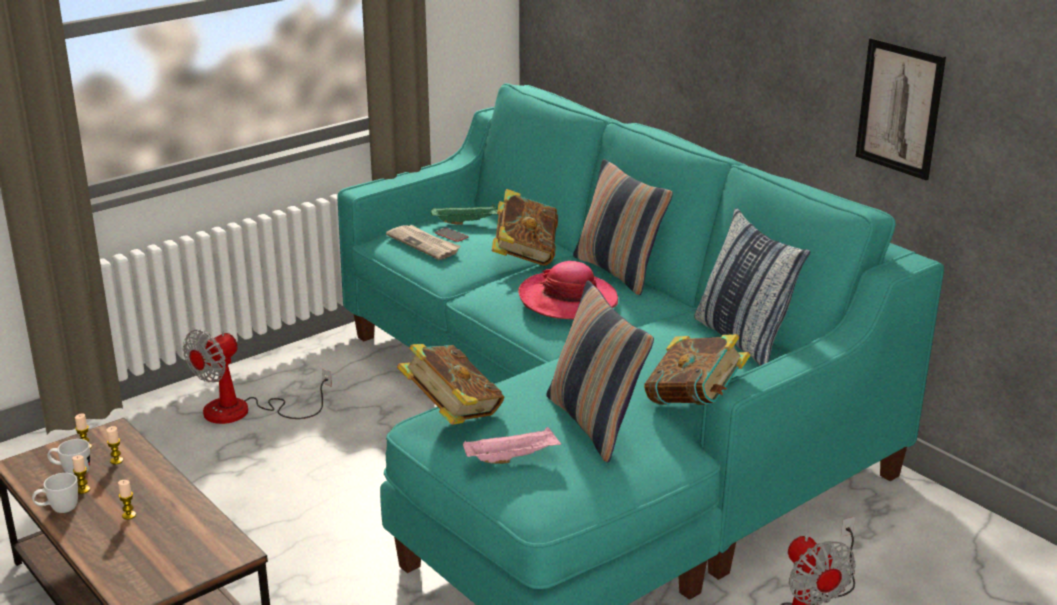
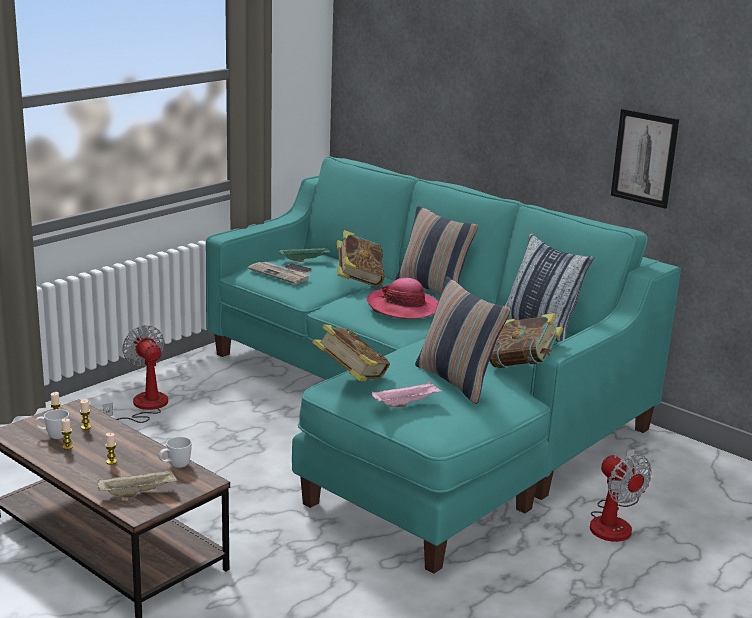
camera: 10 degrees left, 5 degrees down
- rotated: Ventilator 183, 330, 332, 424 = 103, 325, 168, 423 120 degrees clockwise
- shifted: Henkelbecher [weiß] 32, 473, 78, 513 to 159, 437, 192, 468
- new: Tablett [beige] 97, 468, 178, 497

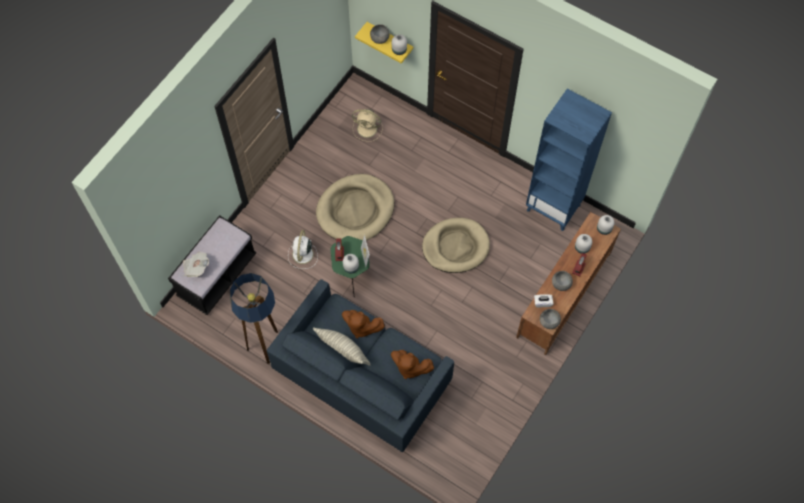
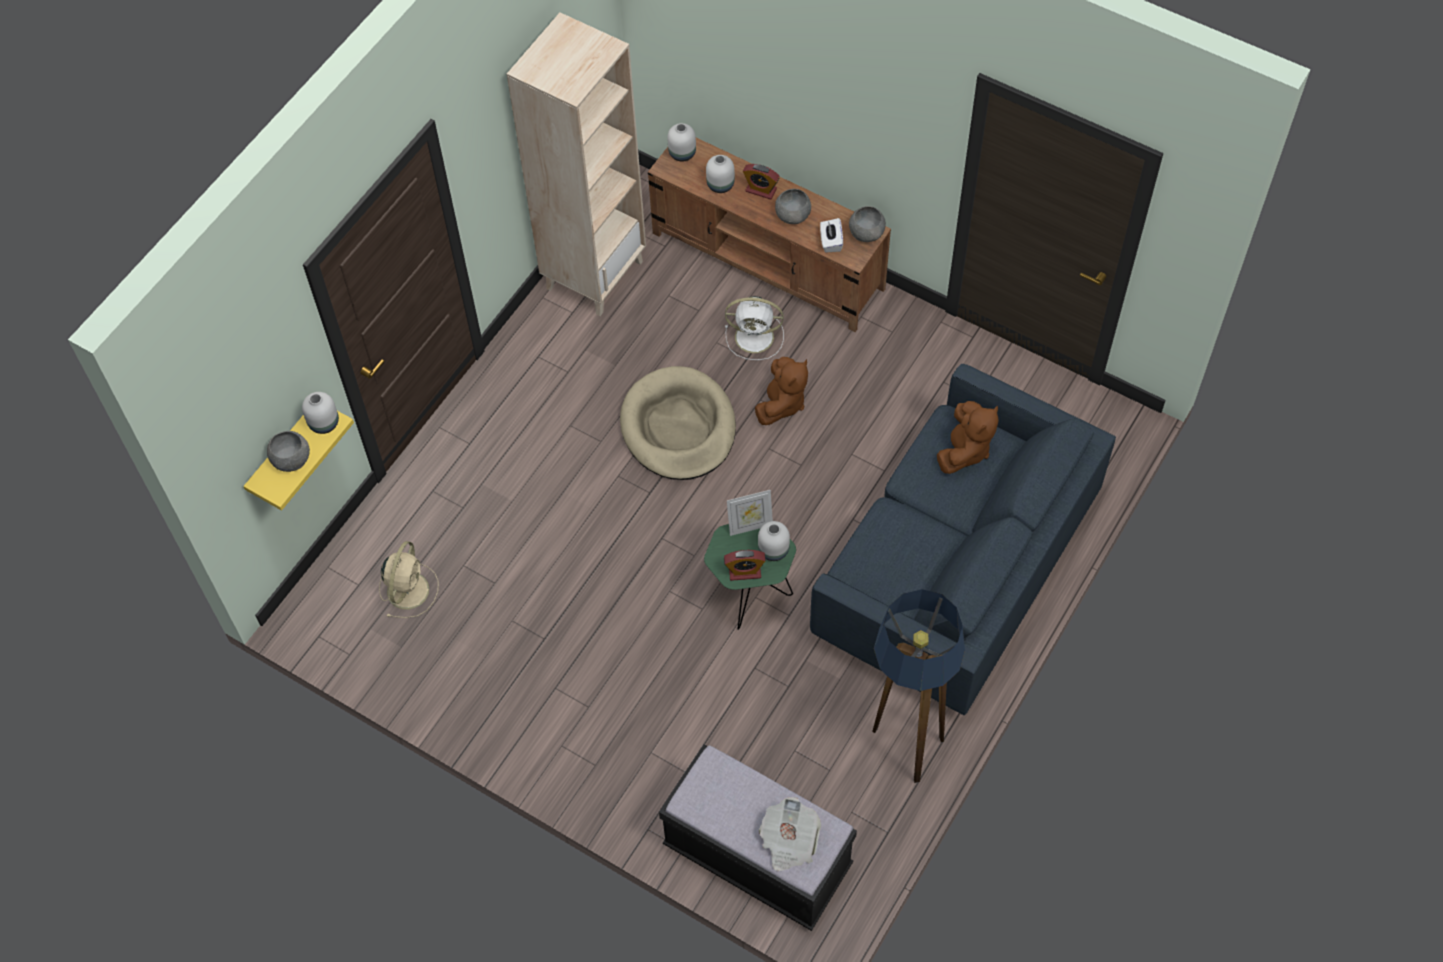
camera: 90 degrees left, 5 degrees down
- repainted: Bücherregal [blau] 526, 89, 612, 231 to Bücherregal [beige] 507, 12, 646, 316
- gone: Hundebett [beige] 316, 174, 394, 241
- shifted: Ventilator [weiß] 288, 230, 318, 269 to 725, 296, 784, 360
- shifted: Plüschtier [braun] 342, 310, 385, 338 to 755, 357, 808, 425
- gone: Kissen 313, 328, 371, 366

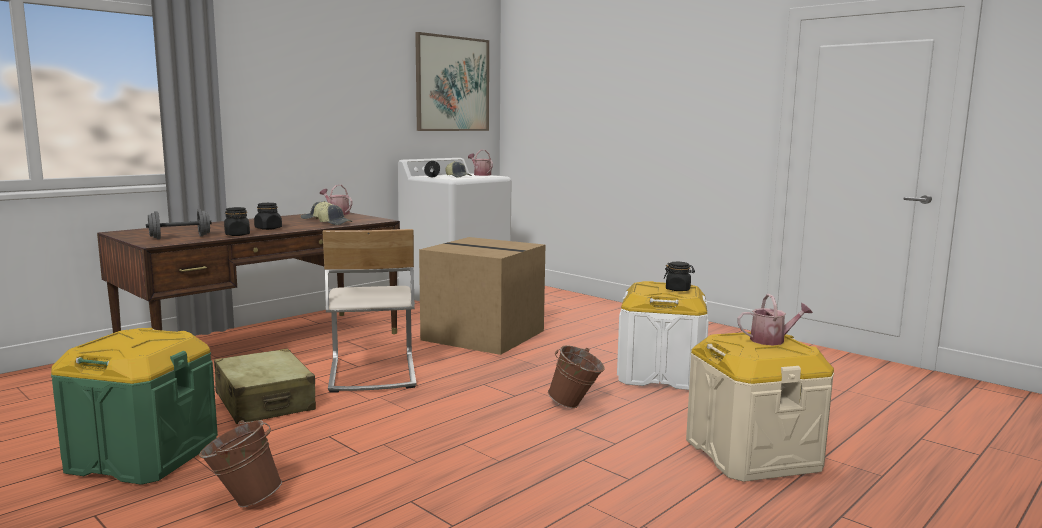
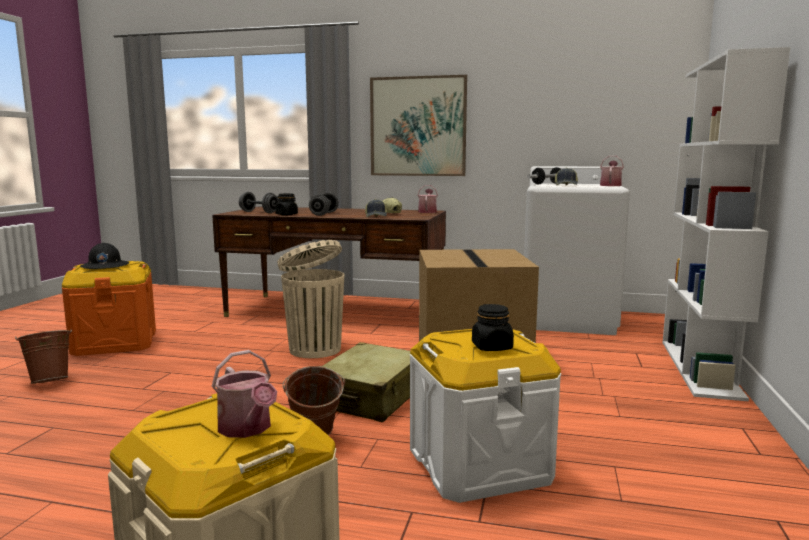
camera: 60 degrees right, 0 degrees up
- shifted: Bild 415, 32, 489, 131 to 370, 75, 467, 176
- swapped: Vorratsglas [schwarz] 254, 203, 282, 230 to Hantel [grau] 309, 192, 339, 216
- swapped: Stuhl [beige] 322, 229, 416, 392 to Mülleimer [beige] 277, 240, 345, 358
- repainted: Aufbewahrungsbox [grün] 51, 328, 218, 485 to Aufbewahrungsbox [orange] 62, 261, 156, 356
- shifted: Koffer [beige] 214, 348, 316, 424 to 322, 342, 410, 422
- new: Bücherregal [weiß] 663, 47, 790, 402
- new: Schutzhelm [schwarz] 80, 243, 129, 269

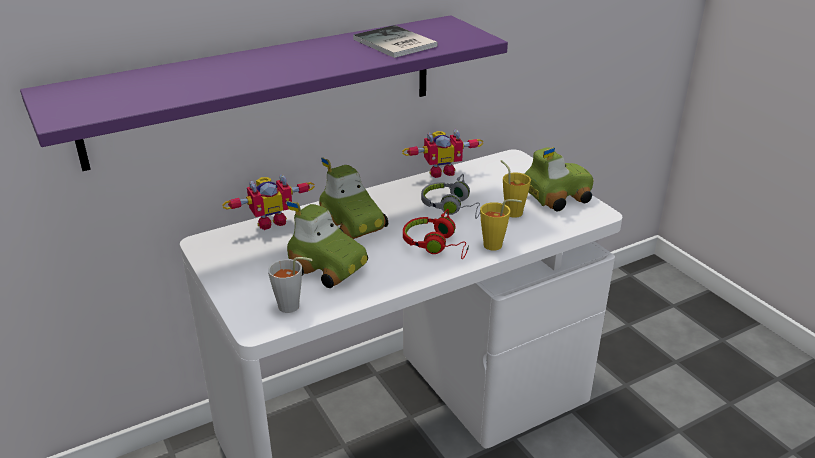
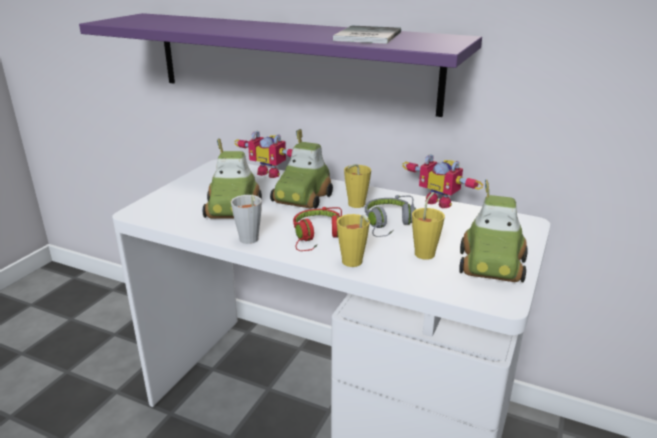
camera: 55 degrees right, 5 degrees down
- rotated: Spielzeugauto 525, 147, 593, 212 = 459, 179, 528, 282 75 degrees clockwise
- shifted: Tasse [grau] 268, 257, 313, 313 to 231, 195, 262, 244
- new: Tasse [gelb] 344, 164, 371, 208

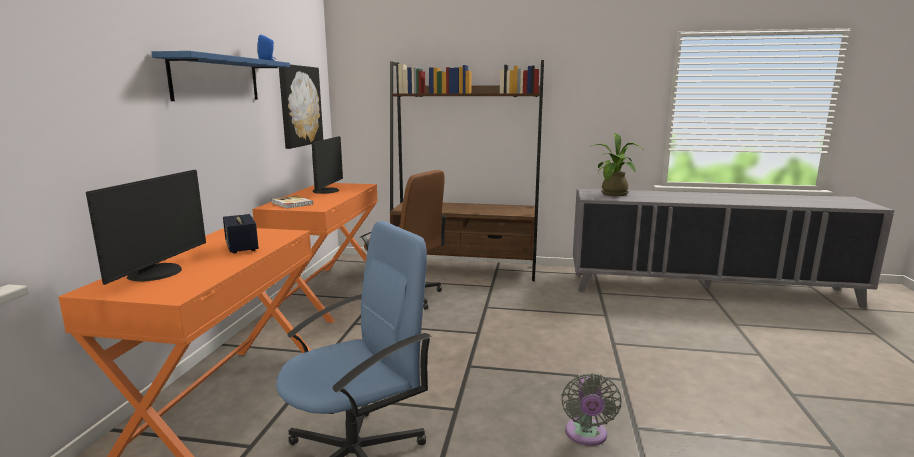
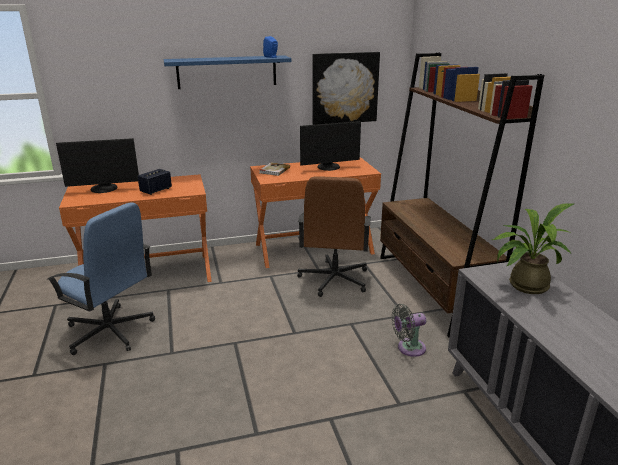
camera: 65 degrees right, 10 degrees up
- shifted: Ventilator [grau] 561, 373, 621, 446 to 392, 304, 426, 357

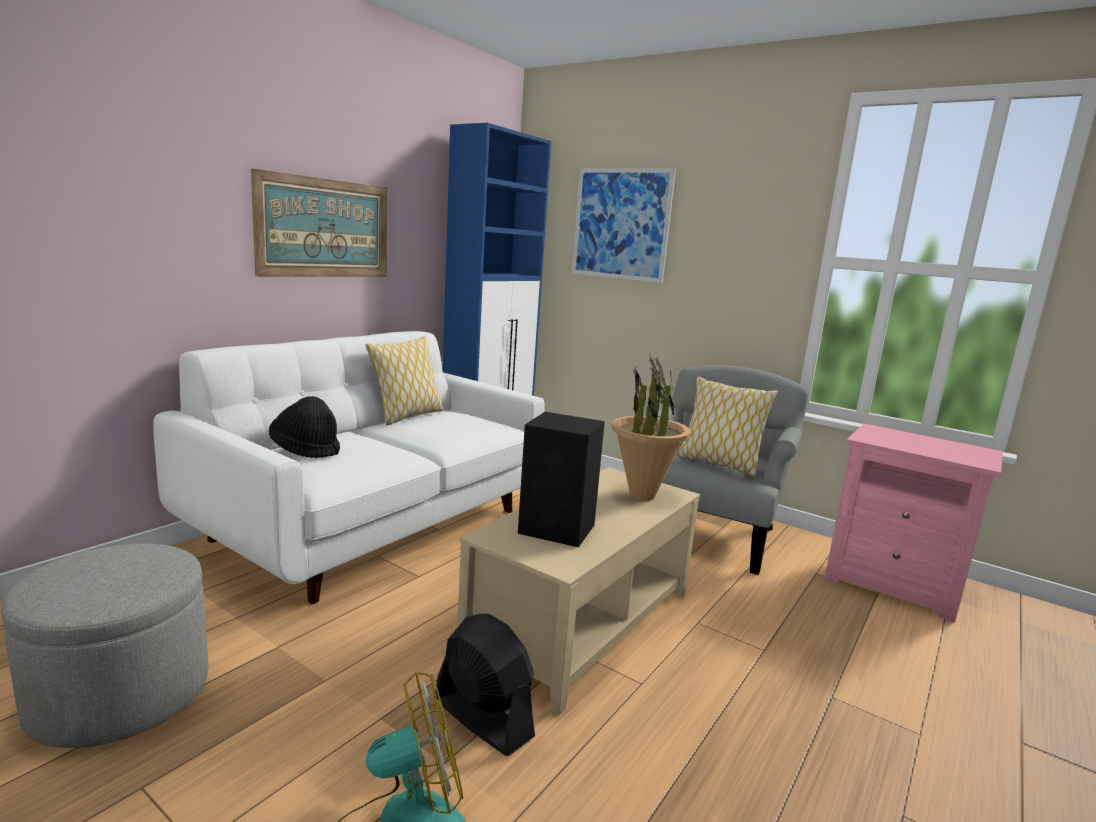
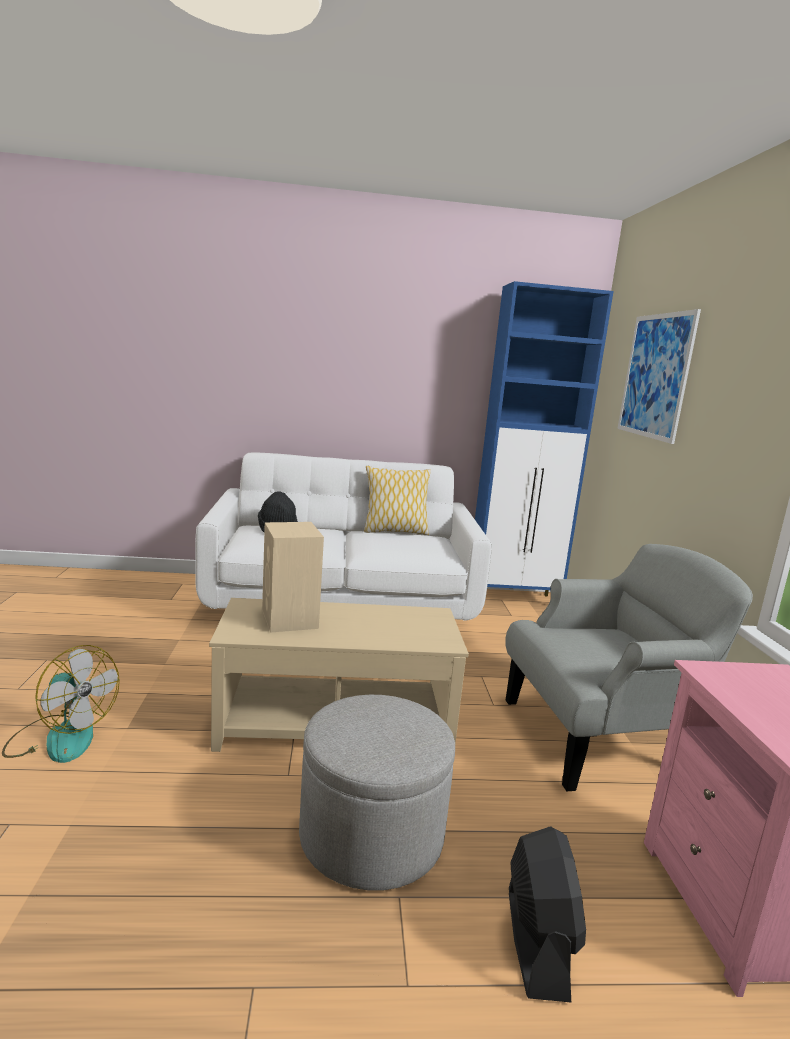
camera: 50 degrees right, 0 degrees up
- gone: Bild 251, 169, 388, 277
- gone: Topfpflanze 611, 353, 691, 501
- gone: Kissen 677, 376, 778, 477
- repainted: Lautsprecher [schwarz] 518, 412, 605, 547 to Lautsprecher [beige] 262, 522, 324, 633
- shifted: Polsterhocker [grau] 1, 544, 209, 748 to 299, 695, 455, 891
- shifted: Ventilator [schwarz] 434, 614, 535, 756 to 509, 826, 586, 1002

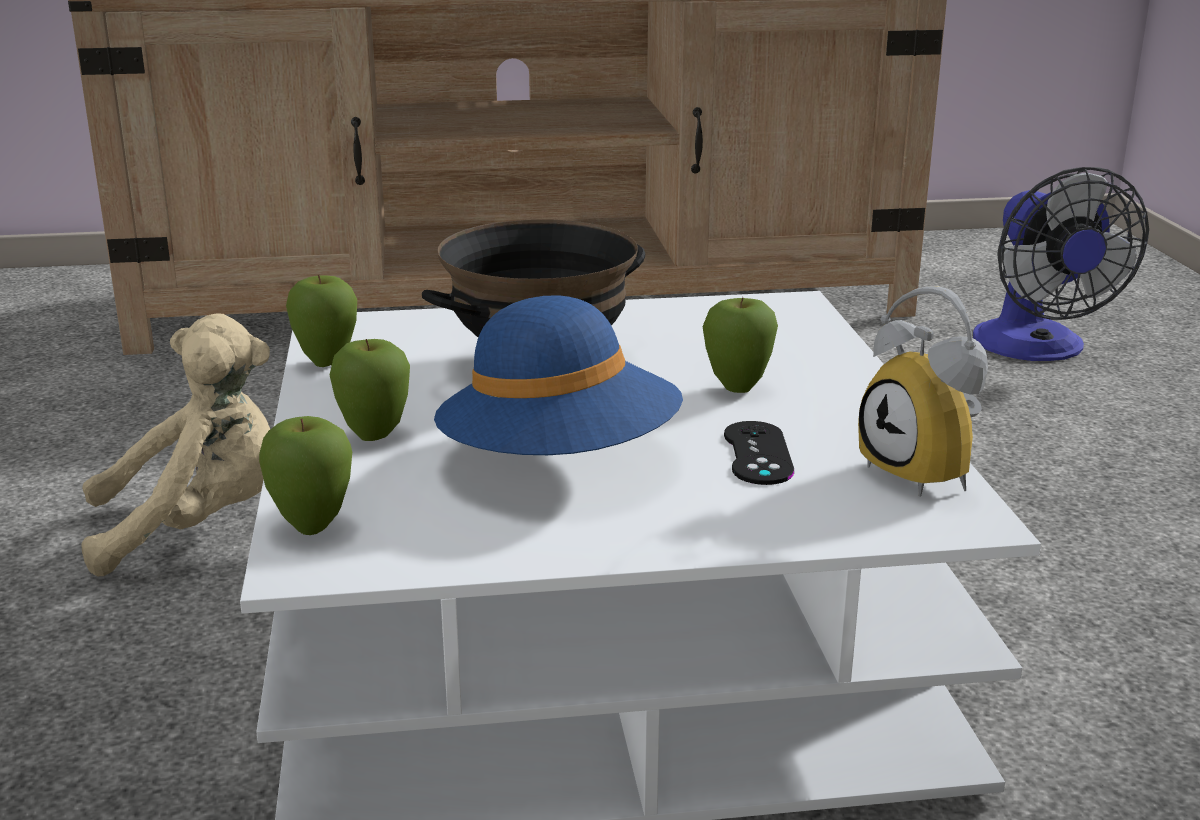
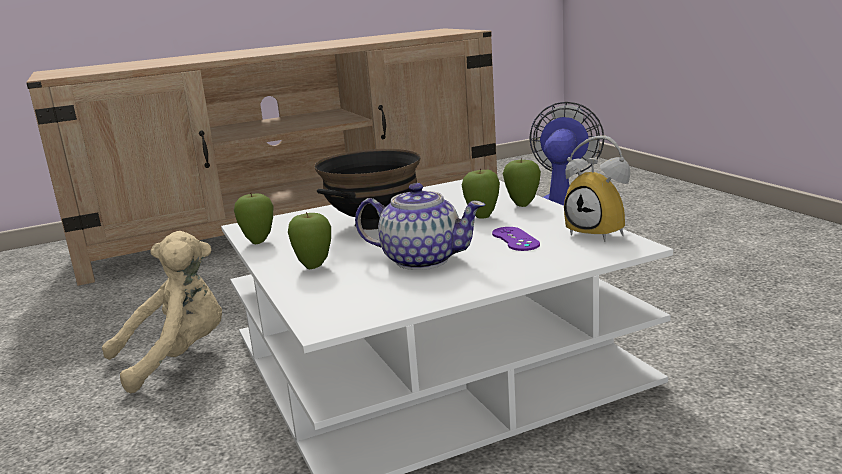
camera: 15 degrees left, 5 degrees down
- rotated: Ventilator 973, 167, 1149, 361 = 529, 102, 604, 206 135 degrees counterclockwise
- swapped: Hut [blau] 434, 296, 683, 455 to Teekanne 355, 183, 485, 270
- shifted: Apfel 259, 416, 352, 535 to 503, 160, 541, 207
- repainted: Gamepad [schwarz] 724, 421, 794, 485 to Gamepad [lila] 492, 227, 540, 251

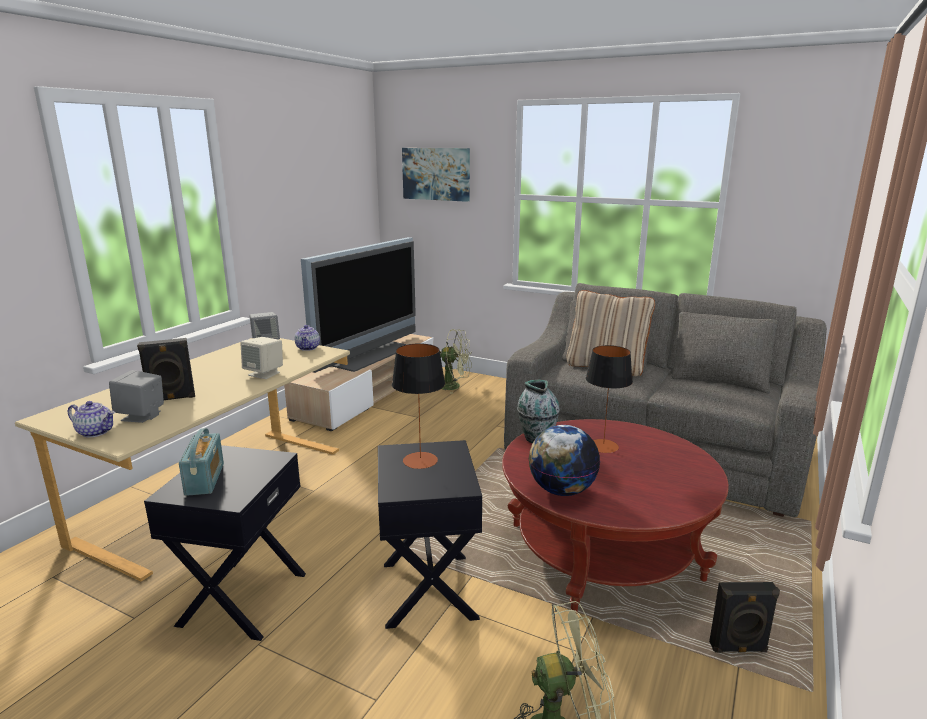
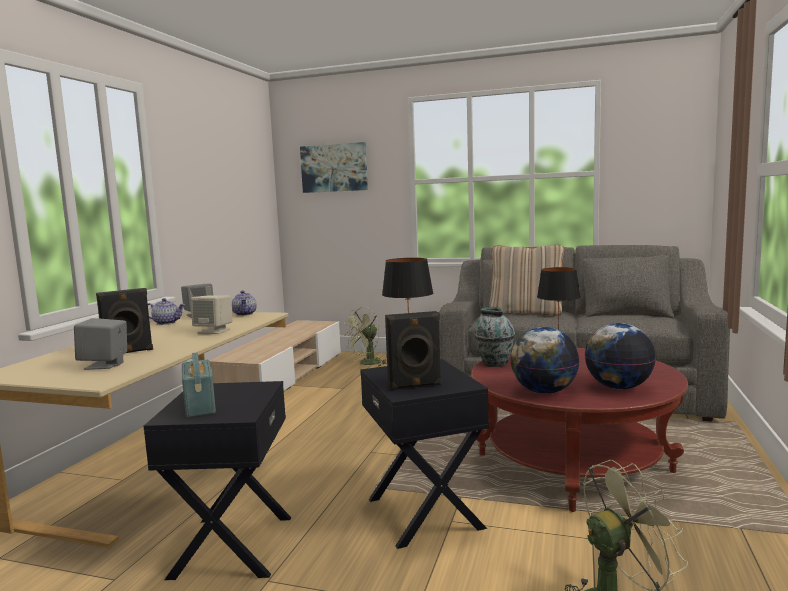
camera: 10 degrees left, 10 degrees down
- gone: Fernseher 301, 237, 416, 373
- rotated: Ventilator [grün] 440, 329, 472, 394 = 343, 307, 387, 366 135 degrees clockwise
- shifted: Teekanne 68, 401, 115, 437 to 148, 298, 185, 325
- shifted: Lautsprecher [schwarz] 709, 582, 780, 653 to 385, 311, 442, 390
- new: Globus 585, 323, 656, 389

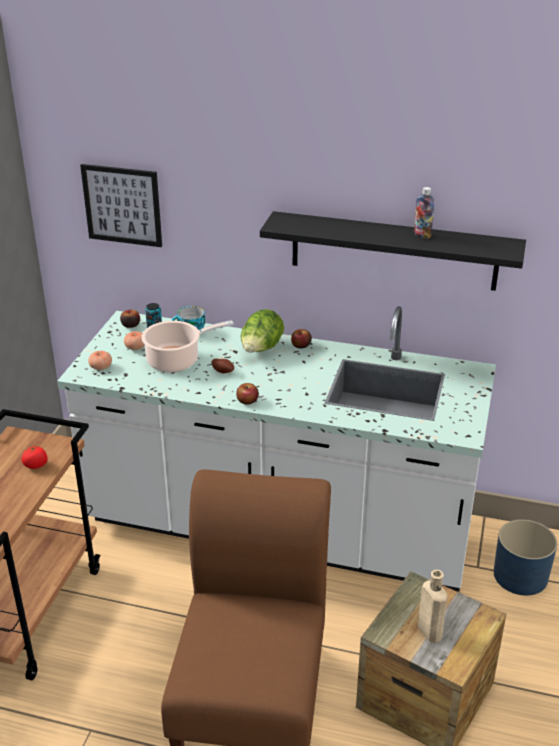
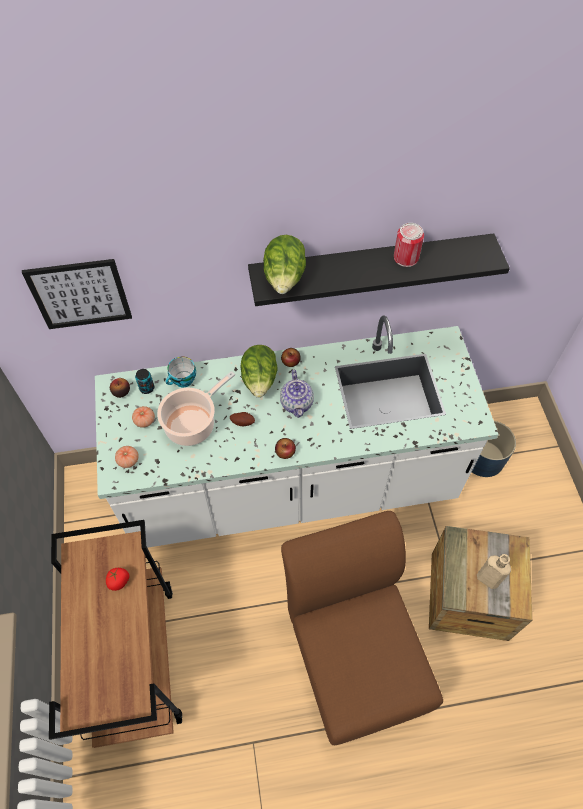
camera: 25 degrees left, 25 degrees up
- swapped: Flasche 414, 187, 435, 239 to Dose 394, 223, 424, 267
- new: Salatkopf 263, 235, 306, 294
- new: Teekanne 280, 370, 314, 418

